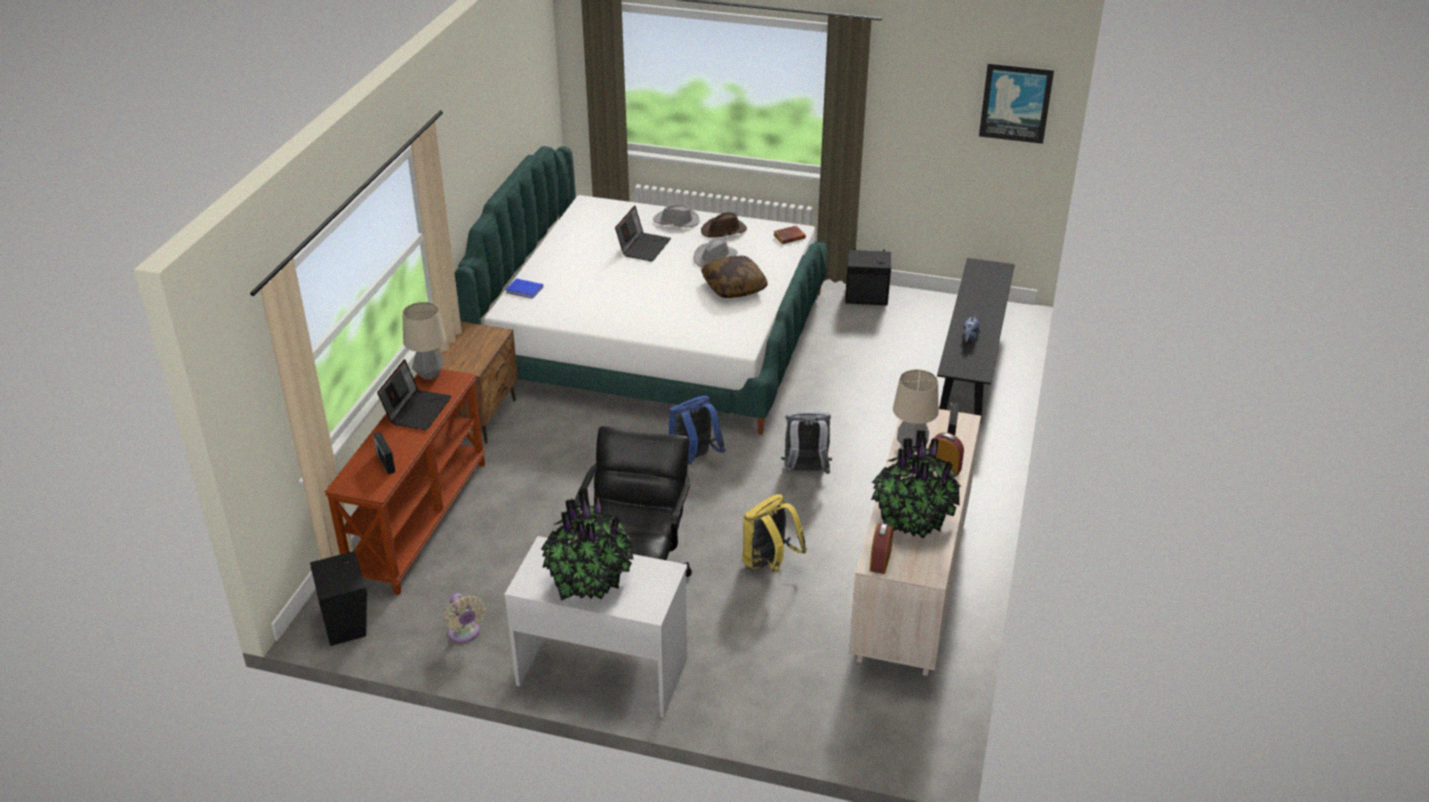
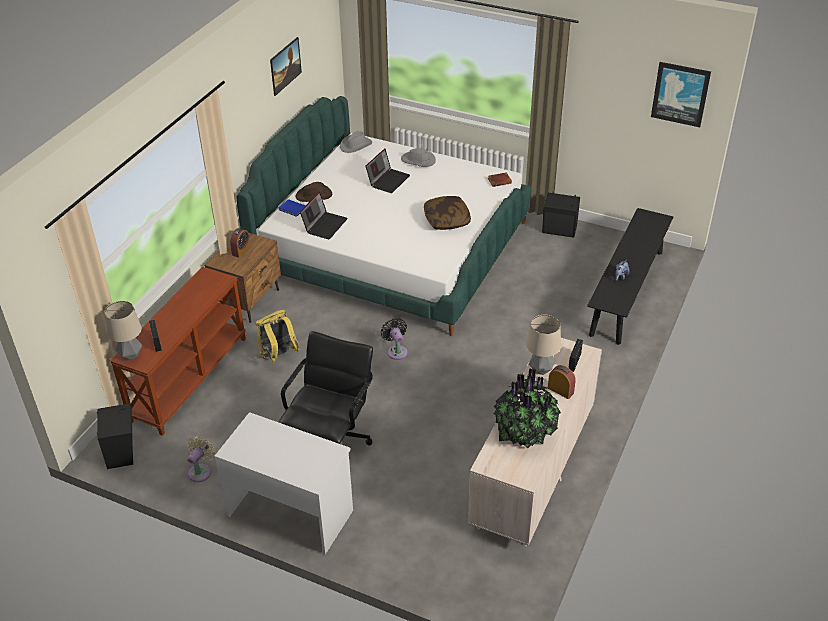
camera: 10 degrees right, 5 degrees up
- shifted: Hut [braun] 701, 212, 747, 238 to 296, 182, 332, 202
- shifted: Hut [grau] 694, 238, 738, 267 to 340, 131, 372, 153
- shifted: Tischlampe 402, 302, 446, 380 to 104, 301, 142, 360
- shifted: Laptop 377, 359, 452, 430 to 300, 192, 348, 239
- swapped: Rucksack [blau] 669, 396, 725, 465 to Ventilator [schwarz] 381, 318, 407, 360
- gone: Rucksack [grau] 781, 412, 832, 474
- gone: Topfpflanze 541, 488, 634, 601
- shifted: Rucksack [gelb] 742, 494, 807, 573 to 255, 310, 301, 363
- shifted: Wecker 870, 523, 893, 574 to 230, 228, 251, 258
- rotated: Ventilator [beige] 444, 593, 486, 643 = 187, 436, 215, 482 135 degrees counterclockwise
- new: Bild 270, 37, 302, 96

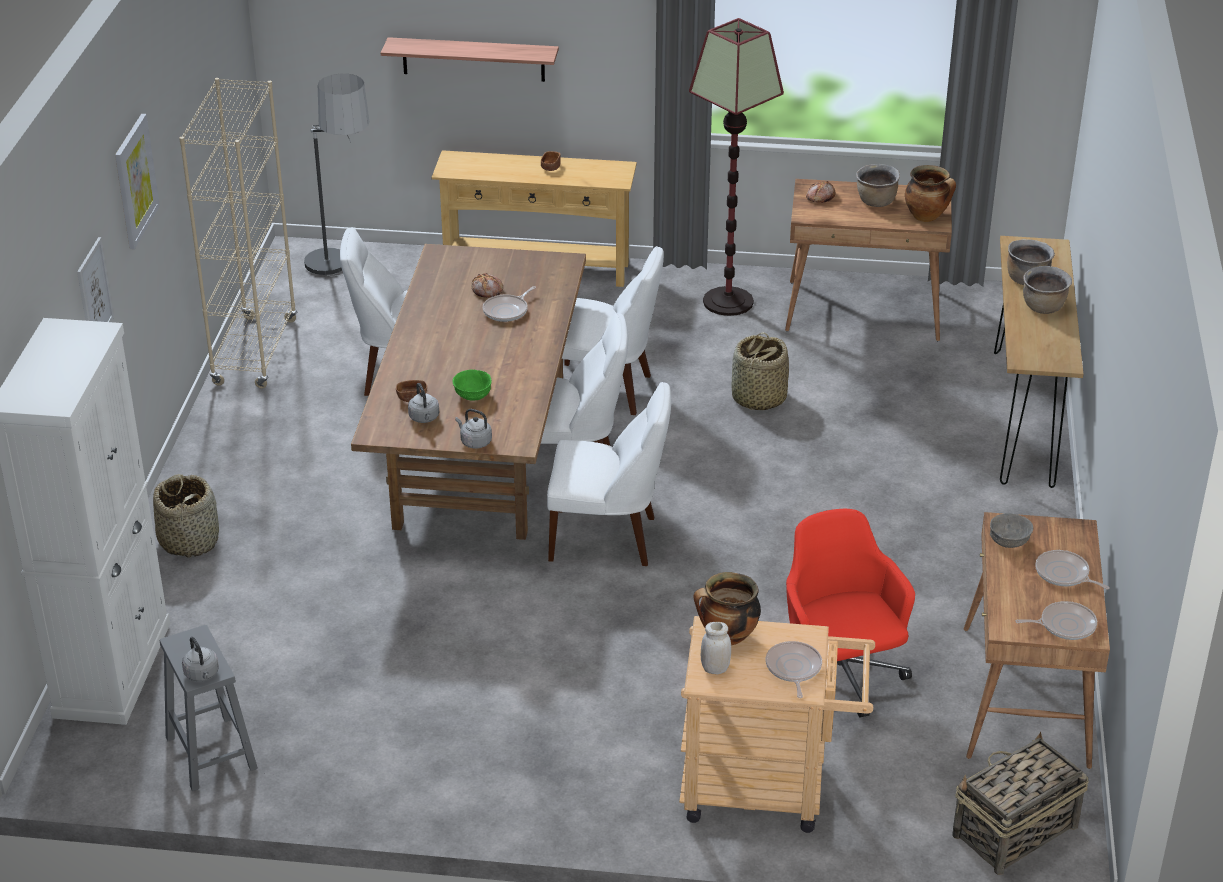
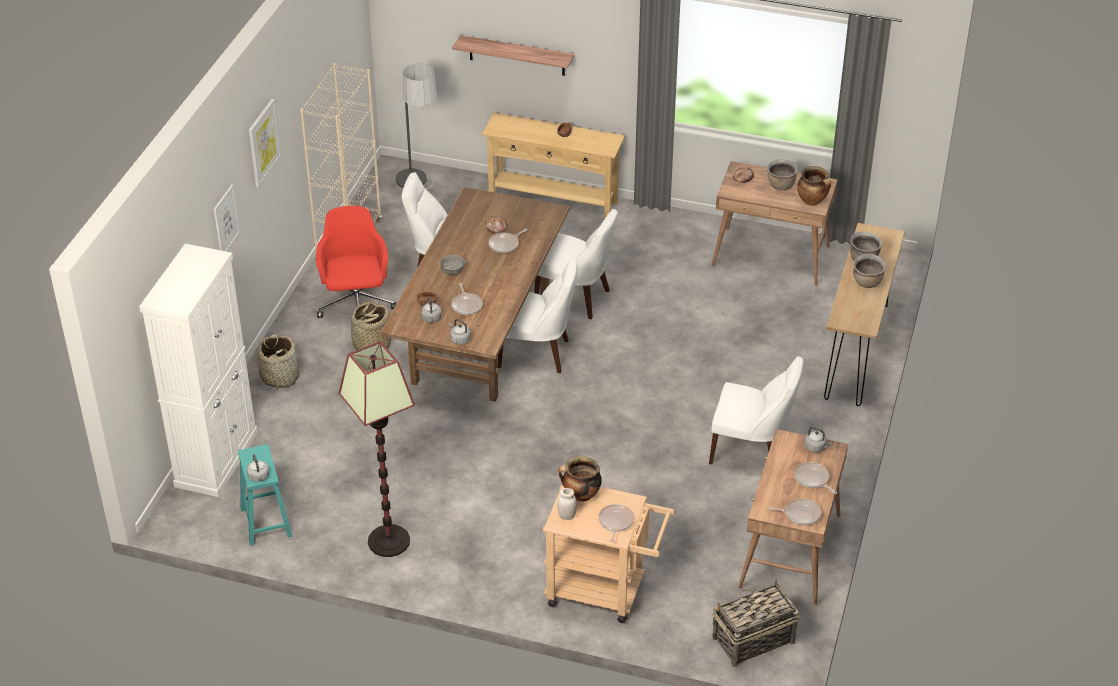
camera: 10 degrees right, 5 degrees up
- shifted: Stehlampe 689, 18, 784, 316 to 339, 341, 415, 557
- shifted: Korb 731, 332, 789, 410 to 351, 301, 391, 350
- swapped: Schüssel [grün] 453, 369, 491, 401 to Pfanne 451, 283, 483, 315
- shifted: Stuhl [weiß] 547, 382, 671, 566 to 709, 356, 804, 464
- shifted: Bürostuhl [rot] 786, 509, 915, 717 to 316, 206, 396, 318
- shifted: Schüssel [grau] 990, 513, 1033, 548 to 440, 254, 465, 275
- repainted: Hocker [grau] 160, 625, 258, 791 to Hocker [türkis] 238, 444, 292, 546
- new: Wasserkessel [grau] 804, 427, 832, 452

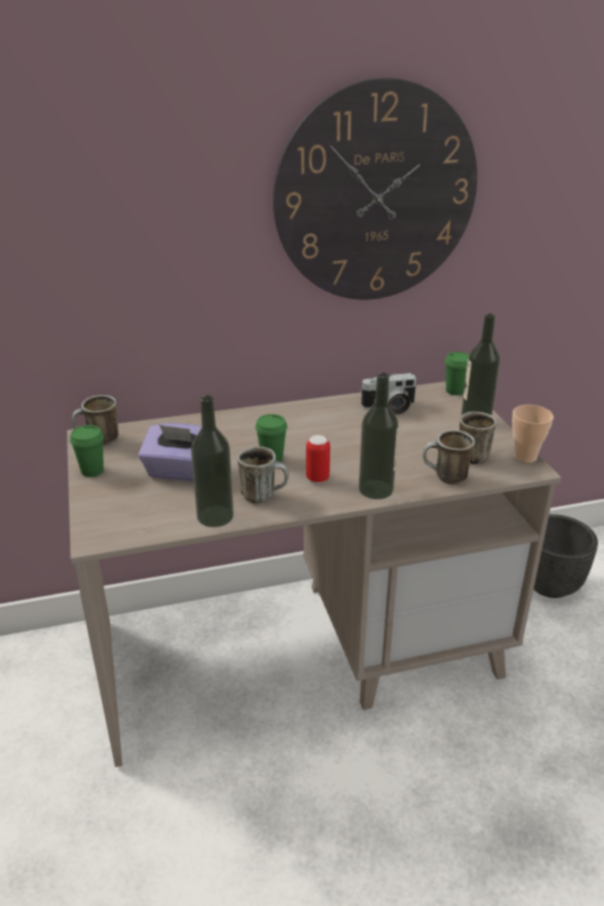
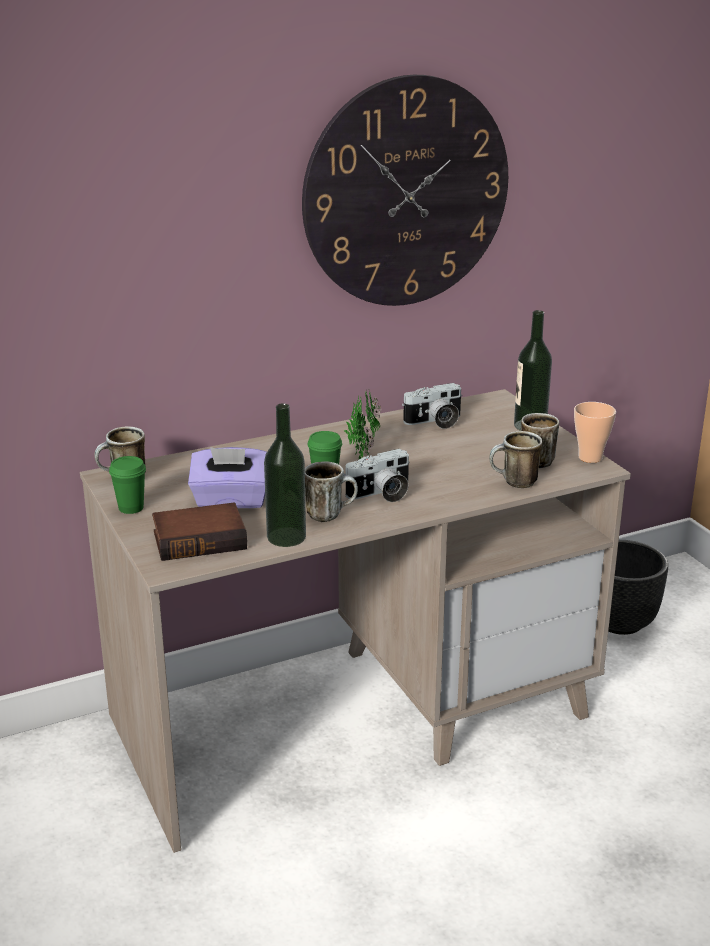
camera: 10 degrees left, 5 degrees down
- gone: Tasse [grün] 445, 352, 469, 395
- gone: Flasche 359, 372, 399, 499
- swapped: Dose 306, 435, 330, 483 to Kamera 345, 449, 410, 502
- new: Topfpflanze 344, 390, 382, 459
- new: Buch 152, 502, 247, 561

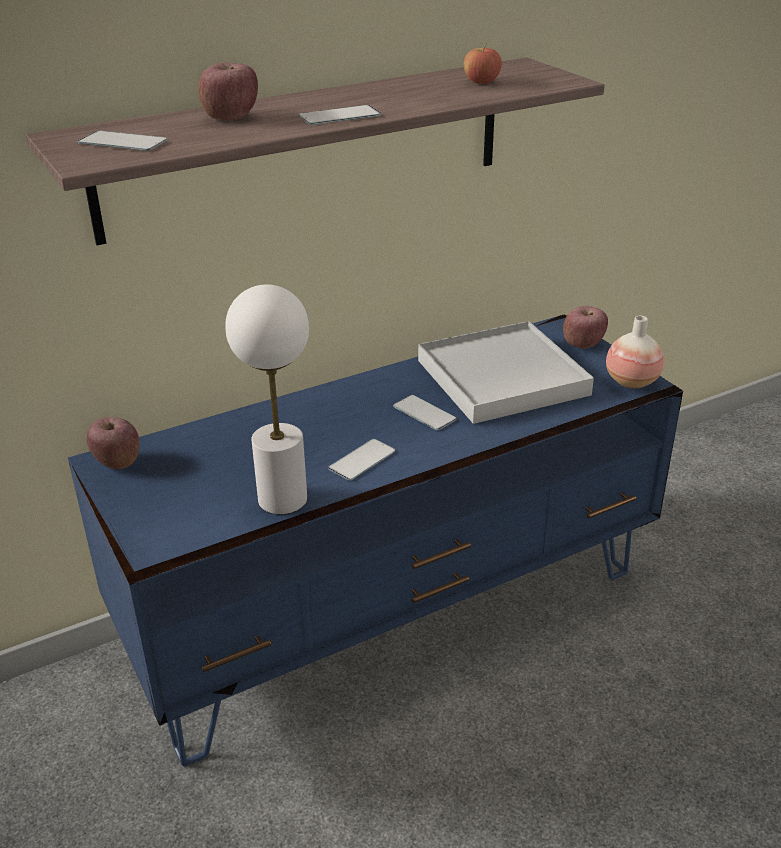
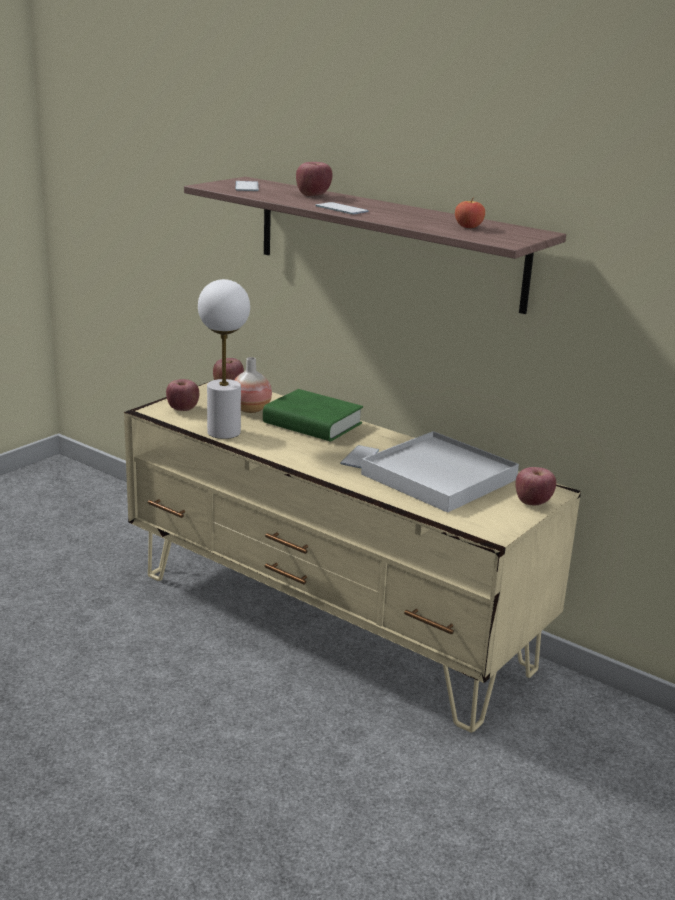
camera: 65 degrees right, 10 degrees down
- repainted: Fernsehschrank [blau] 68, 314, 683, 767 to Fernsehschrank [beige] 124, 382, 581, 733
- shifted: Vase 606, 316, 664, 389 to 234, 357, 272, 413
- gone: Handy 328, 439, 395, 481
- new: Apfel 166, 379, 199, 411
- new: Buch [grün] 263, 389, 363, 441

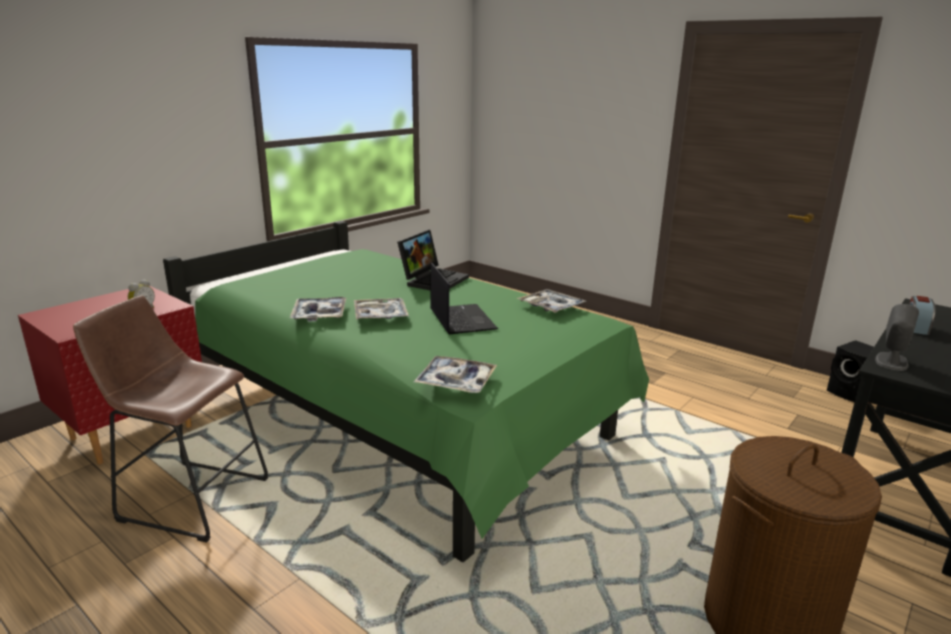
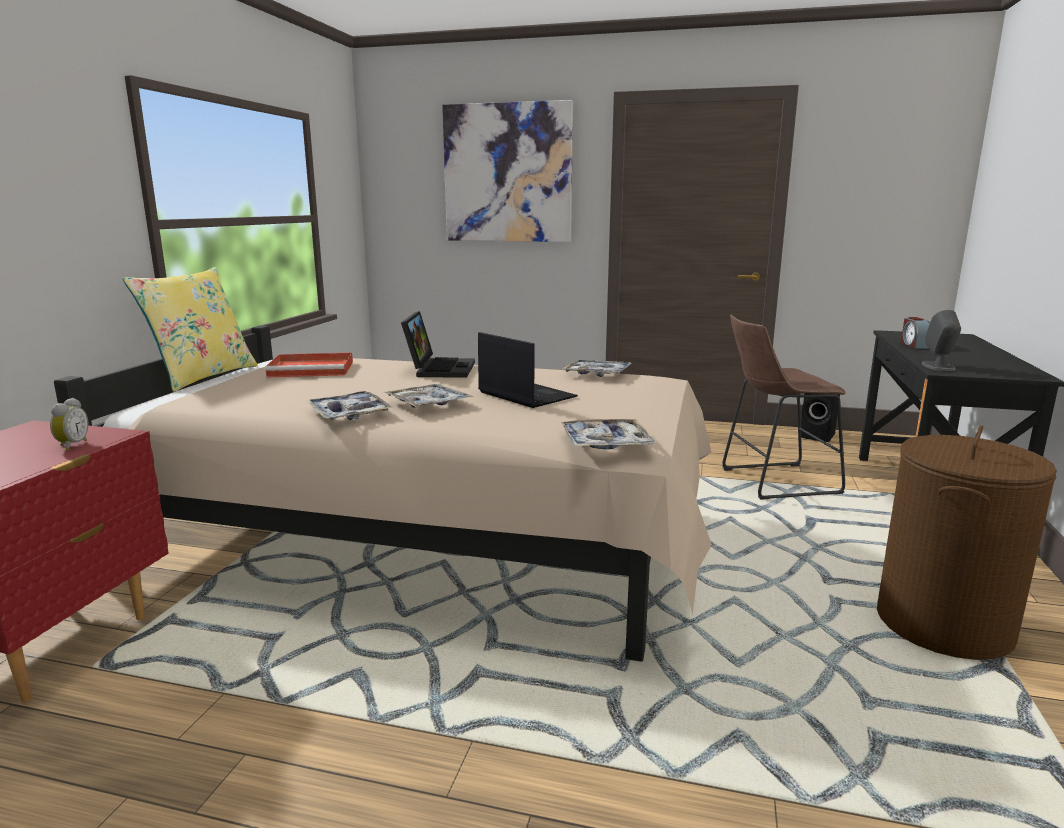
camera: 25 degrees left, 5 degrees down
- repainted: Bett [grün] 163, 221, 649, 562 to Bett [beige] 54, 326, 712, 662
- shifted: Hocker [braun] 73, 296, 268, 543 to 722, 315, 846, 500
- new: Bild 442, 100, 573, 242
- new: Kissen [gelb] 123, 267, 258, 392
- new: Tablett [rot] 265, 352, 353, 378

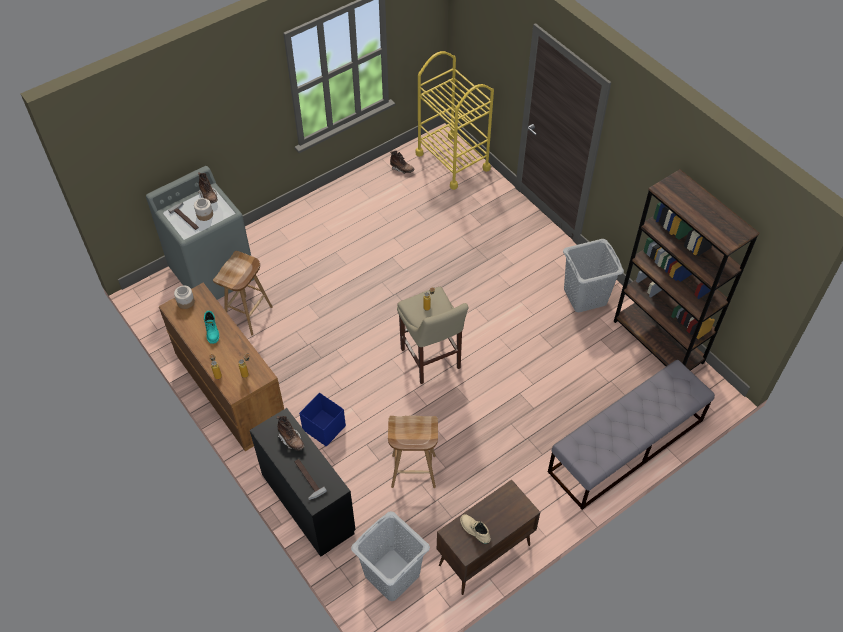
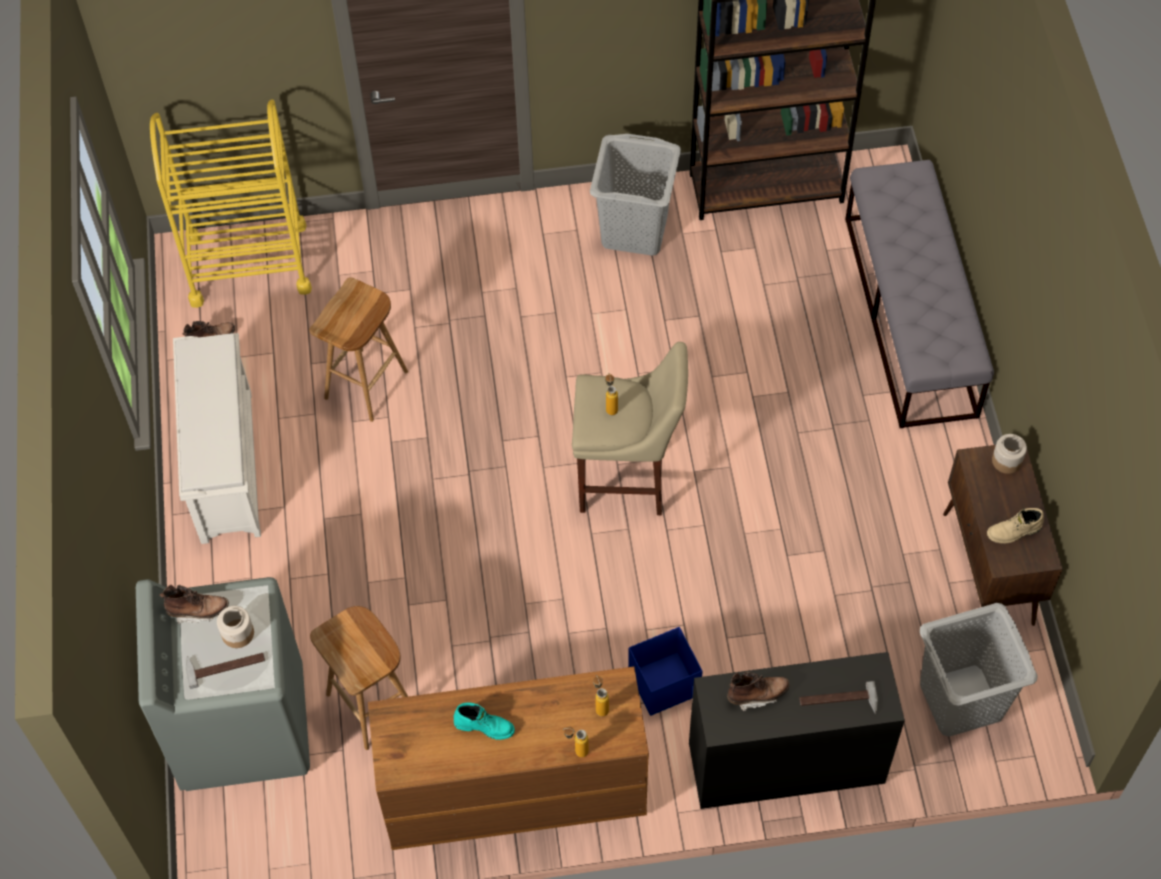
camera: 60 degrees left, 5 degrees up
- shifted: Vorratsglas 174, 285, 195, 309 to 992, 434, 1027, 474
- shifted: Hocker [braun] 388, 416, 438, 488 to 309, 277, 408, 422
- new: Schuhregal [weiß] 173, 333, 261, 544

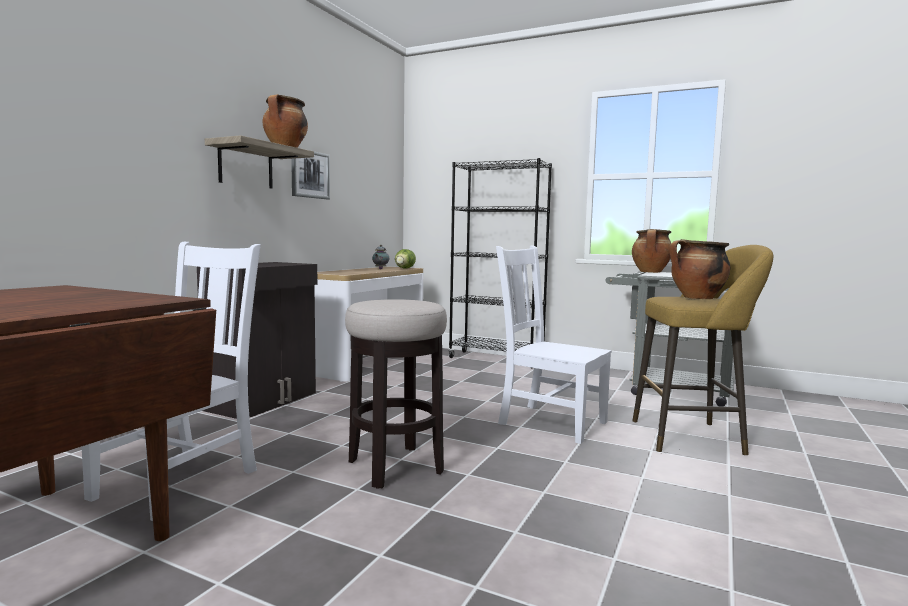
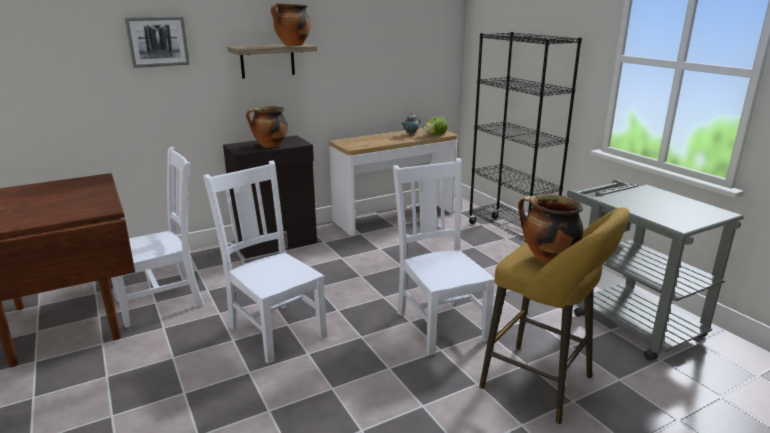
camera: 35 degrees right, 15 degrees up
- shifted: Bild 291, 149, 330, 199 to 125, 16, 190, 68
- shifted: Kochtopf 632, 229, 672, 273 to 246, 106, 288, 148
- swapped: Hocker 345, 299, 447, 489 to Stuhl [weiß] 203, 160, 327, 364

